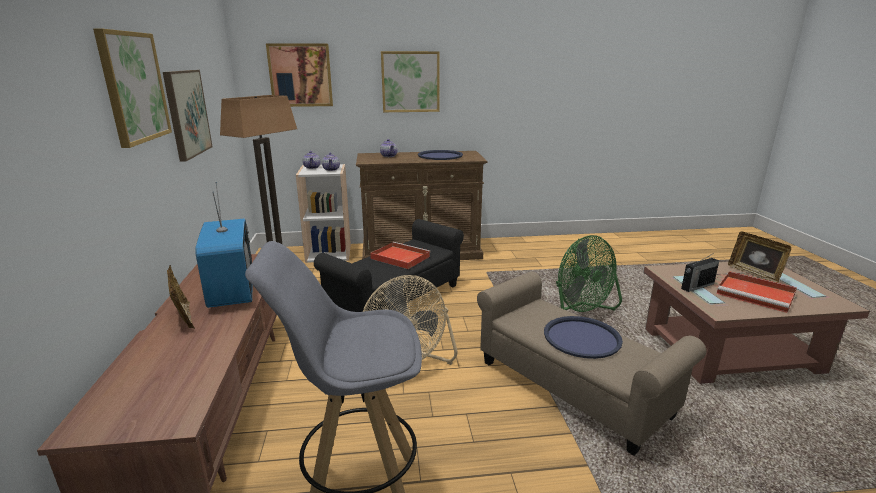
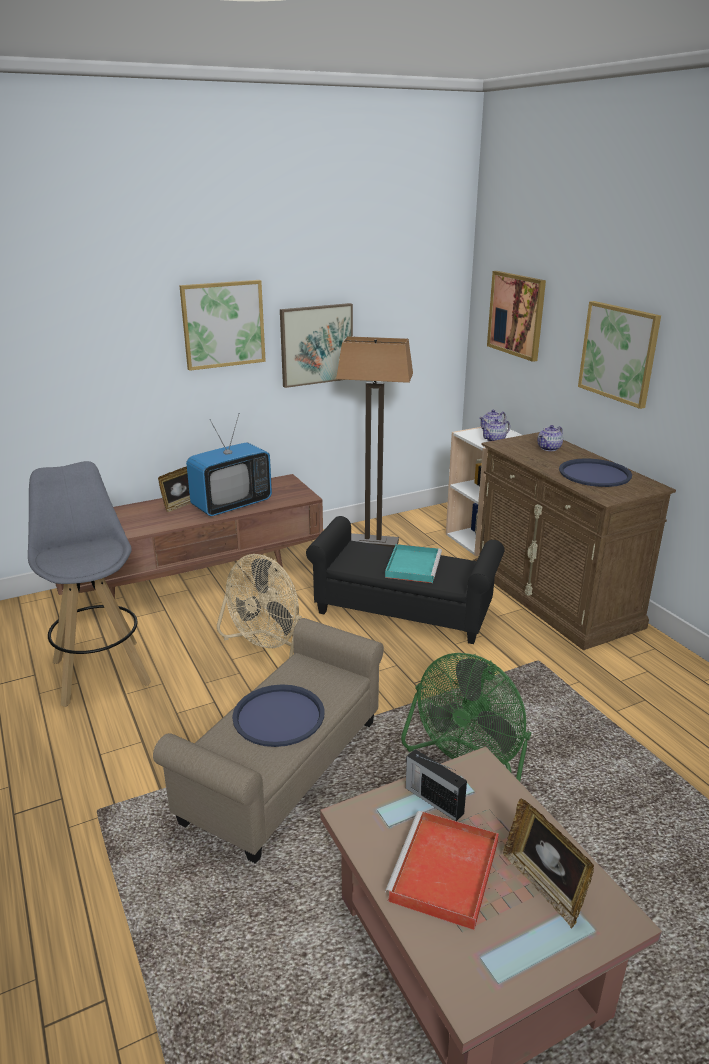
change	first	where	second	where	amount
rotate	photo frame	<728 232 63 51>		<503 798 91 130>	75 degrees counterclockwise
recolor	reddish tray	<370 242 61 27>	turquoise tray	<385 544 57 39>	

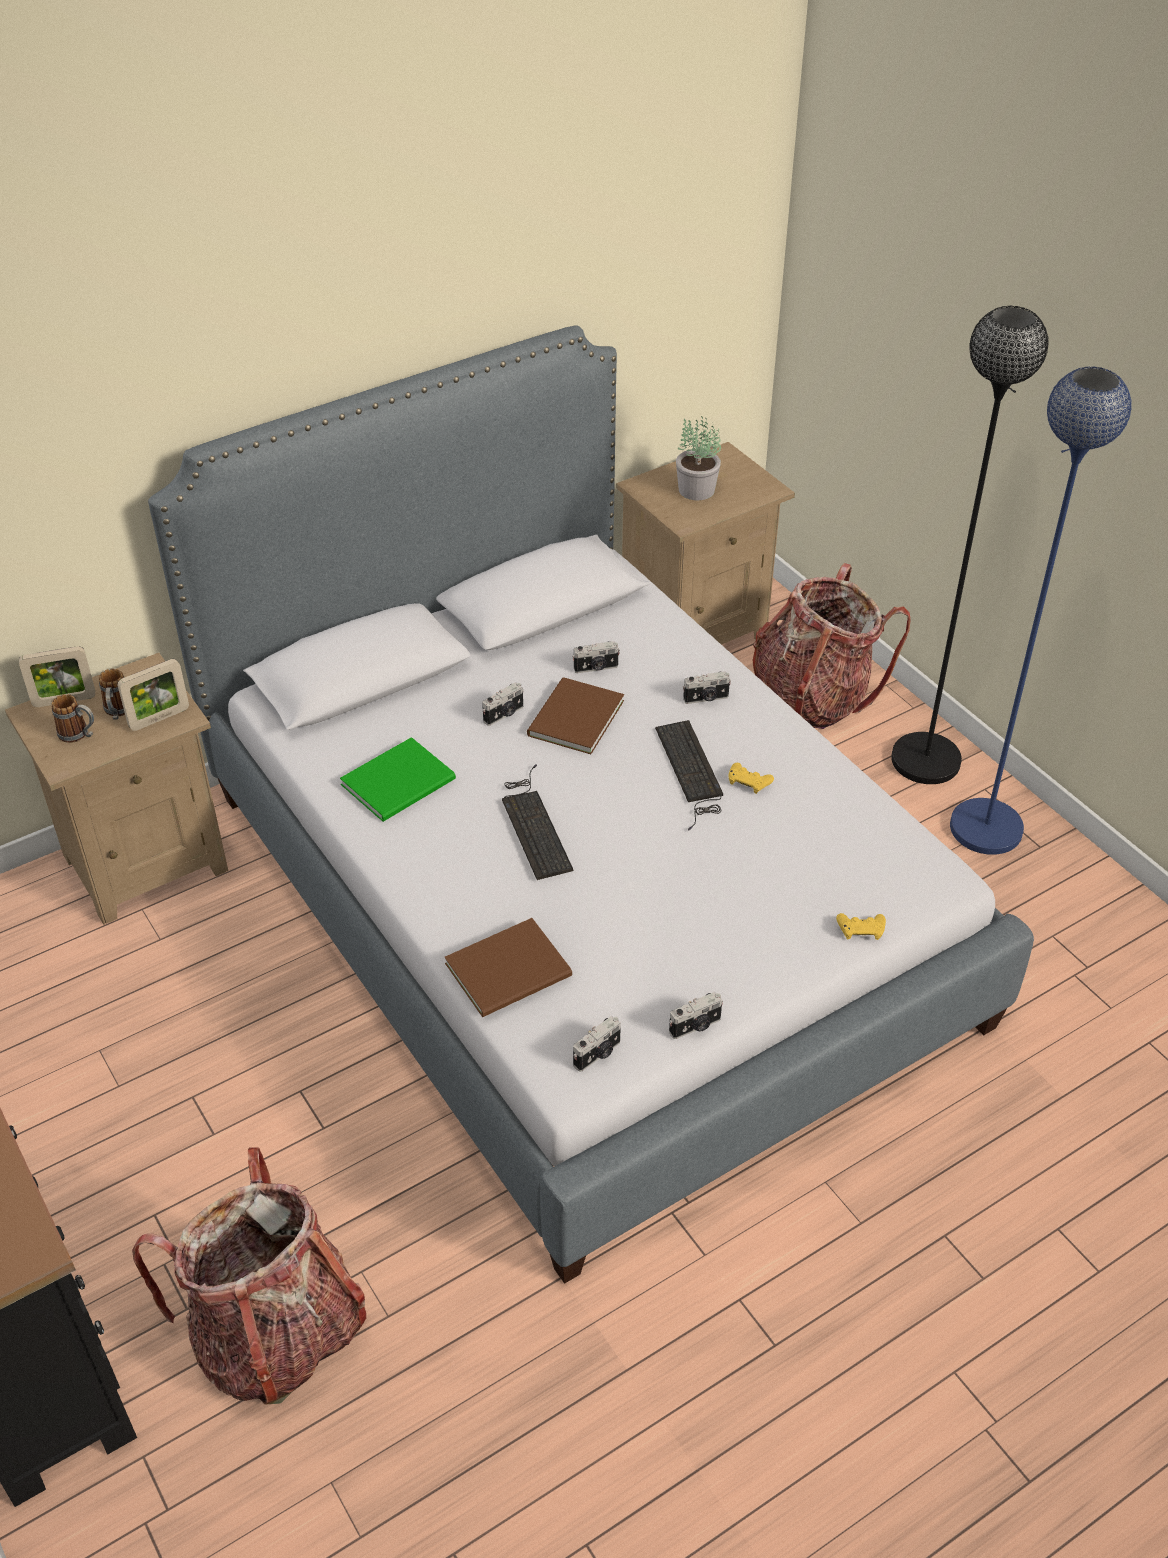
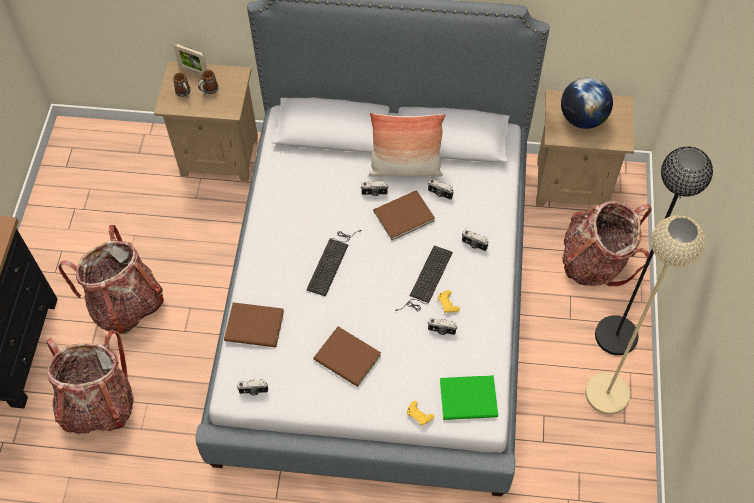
change	first	where	second	where	amount
recolor	bluish standing lamp	<950 367 181 488>	beige standing lamp	<585 215 120 200>	
replace	potted plant	<676 416 45 84>	desk globe	<561 77 52 52>	
delete	photo frame	<117 659 72 72>			
move	greenish volume	<340 737 116 85>		<440 375 58 45>	
move	still camera	<669 992 54 47>		<427 318 31 17>	
insert			throw pillow	<369 112 76 64>	
insert			knapsack	<58 225 106 109>	
insert			brown volume	<313 327 68 60>	

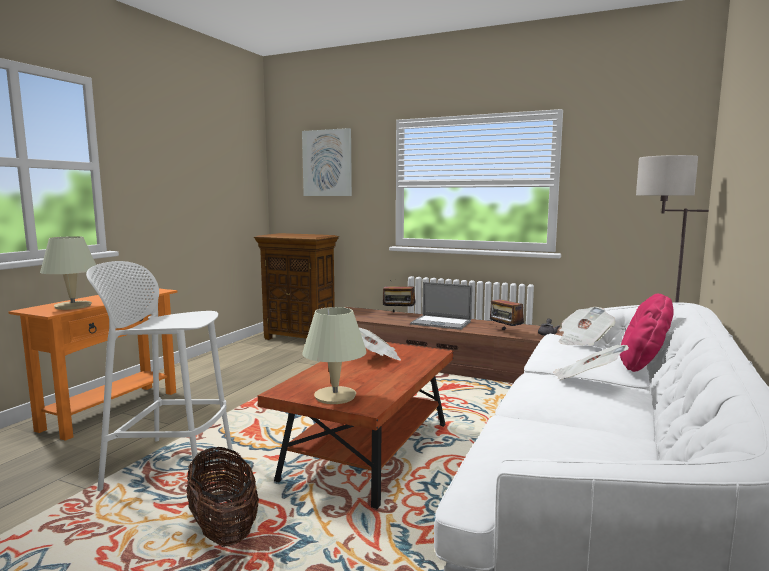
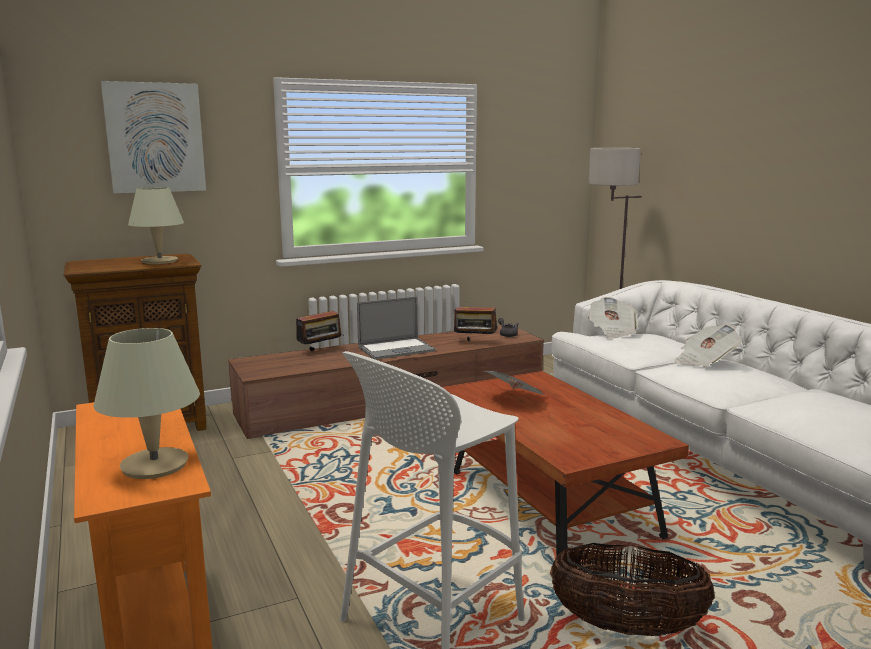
change	first	where	second	where	amount
delete	pinkish throw pillow	<620 294 54 78>			
move	beige tabletop lamp	<302 307 65 97>		<128 187 56 77>	

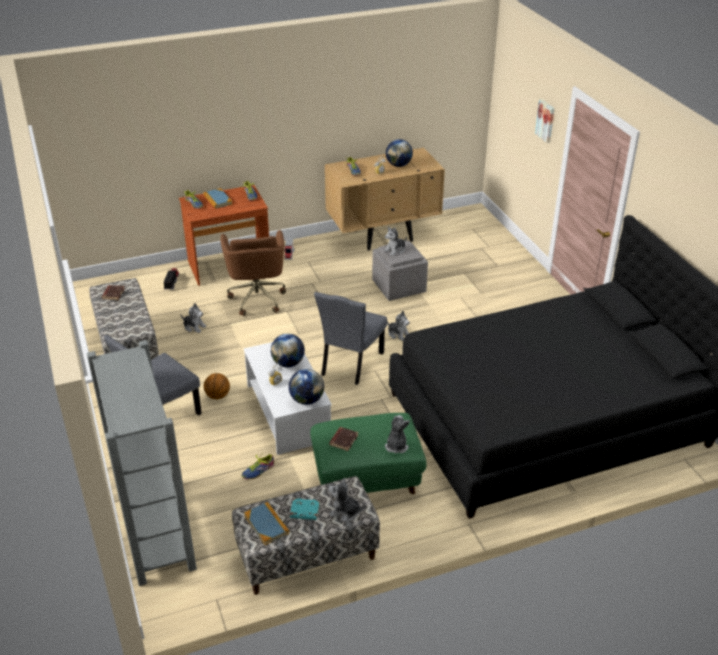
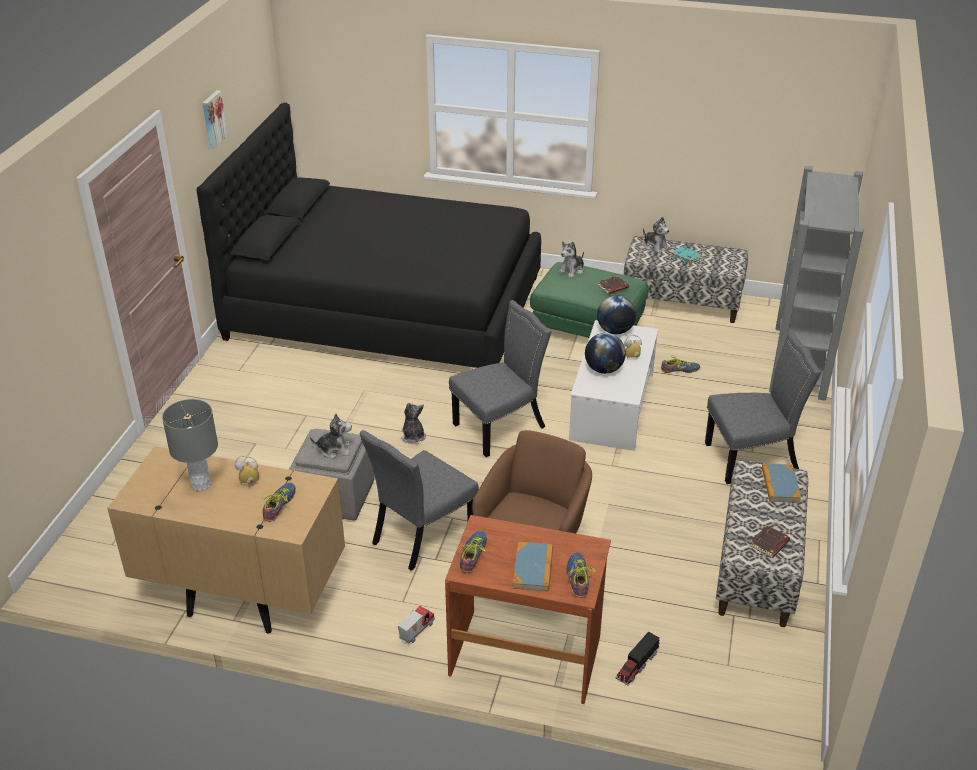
change	first	where	second	where	amount
move	wall art	<535 99 20 44>		<203 90 25 59>	
replace	desk globe	<386 139 27 28>	grey tabletop lamp	<162 399 56 92>	
delete	plush toy	<181 303 25 30>			
delete	basketball	<204 373 26 26>			
move	volume	<244 502 45 43>		<762 464 39 38>	
insert			grey chair	<360 430 119 140>	

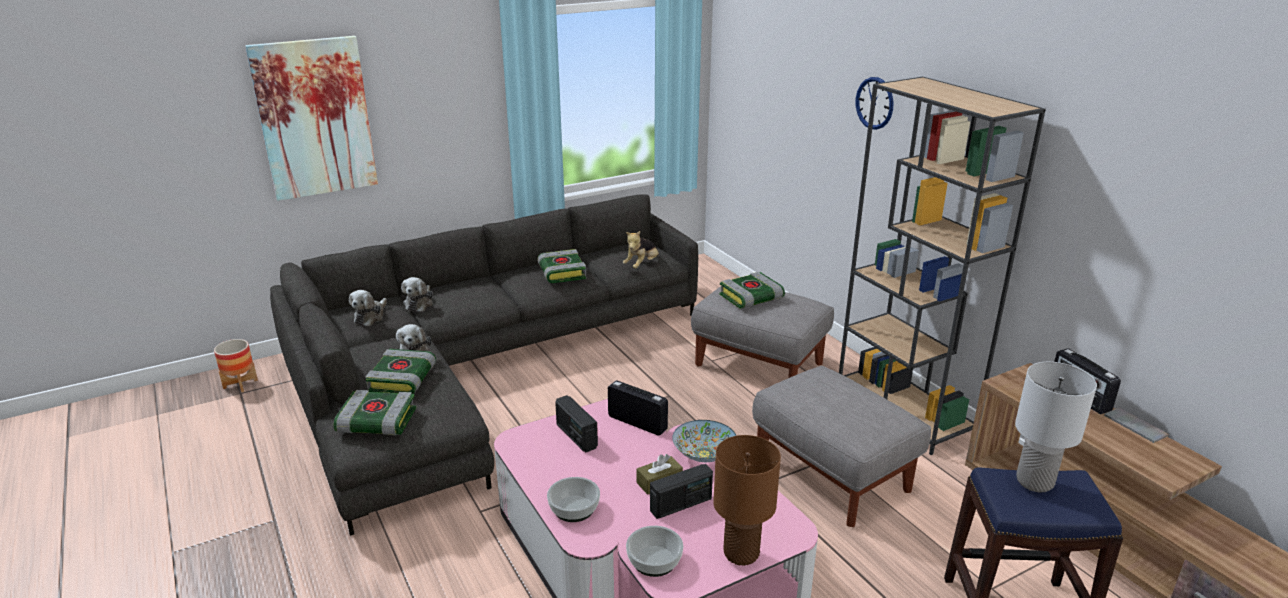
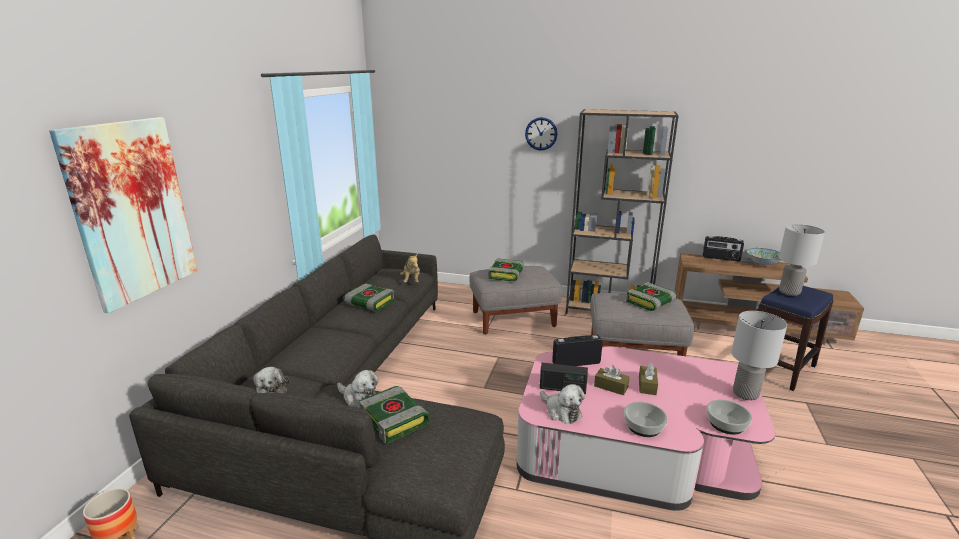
change	first	where	second	where	amount
move	plush toy	<401 277 32 35>		<540 384 45 40>	
move	volume	<334 390 82 45>		<626 282 51 29>	
move	bowl	<672 420 64 42>		<747 248 34 17>	
recolor	brown tabletop lamp	<713 435 68 131>	grey tabletop lamp	<731 311 56 89>	
delete	radio	<650 464 63 55>			
insert			brown box of tissues	<594 365 36 30>	

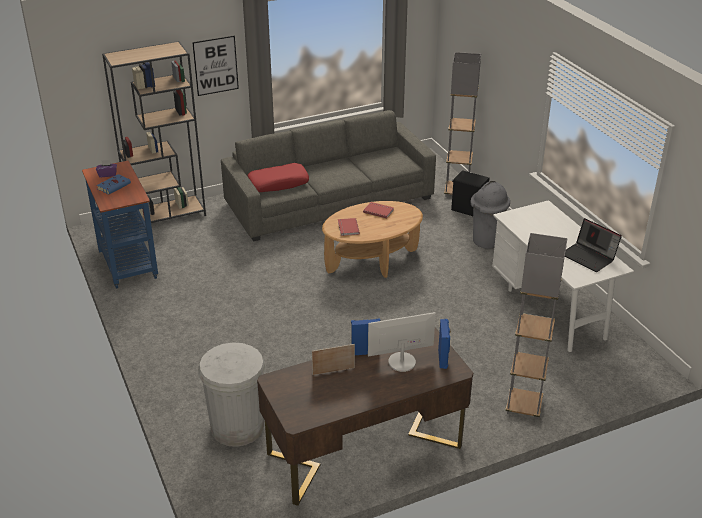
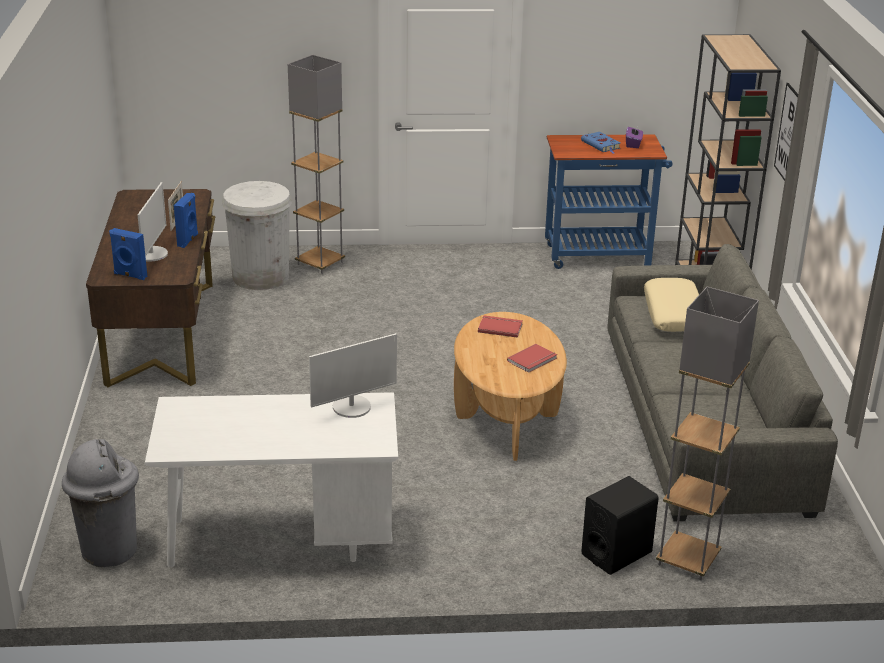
change	first	where	second	where	amount
recolor	reddish throw pillow	<248 163 61 29>	beige throw pillow	<644 278 55 54>	
move	grey rubbish bin	<471 181 39 68>		<62 439 77 128>	
delete	portable computer	<565 218 57 54>			
move	grey standing lamp	<505 233 63 186>		<288 55 57 219>	
insert			computer screen	<309 333 88 85>	

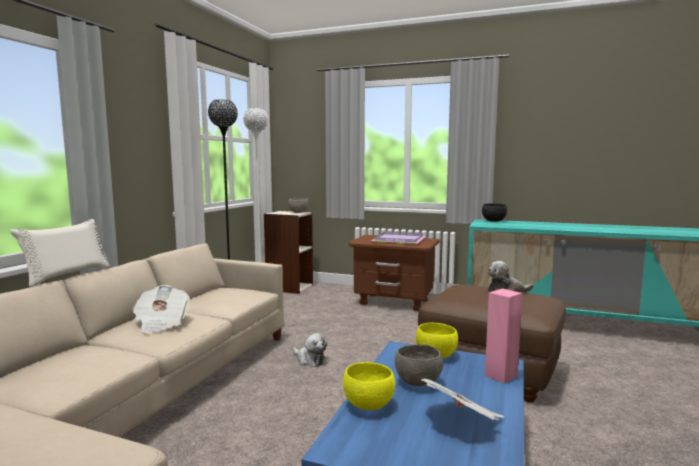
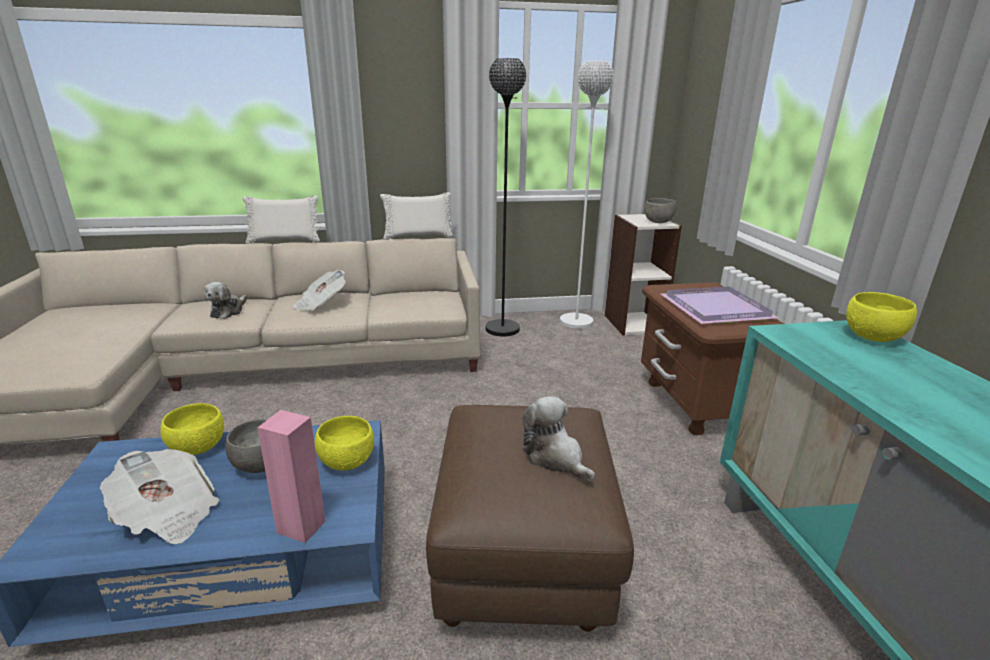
change	first	where	second	where	amount
recolor	black bowl	<482 204 25 18>	yellowish bowl	<846 292 71 50>	
move	plush toy	<293 333 35 34>		<204 282 43 37>	
insert			whitish throw pillow	<380 192 73 48>	

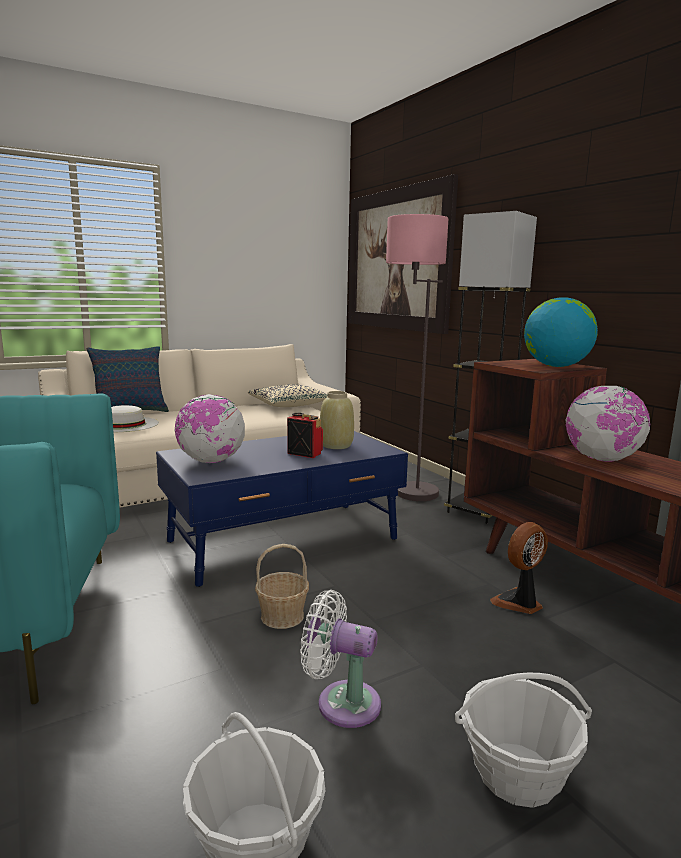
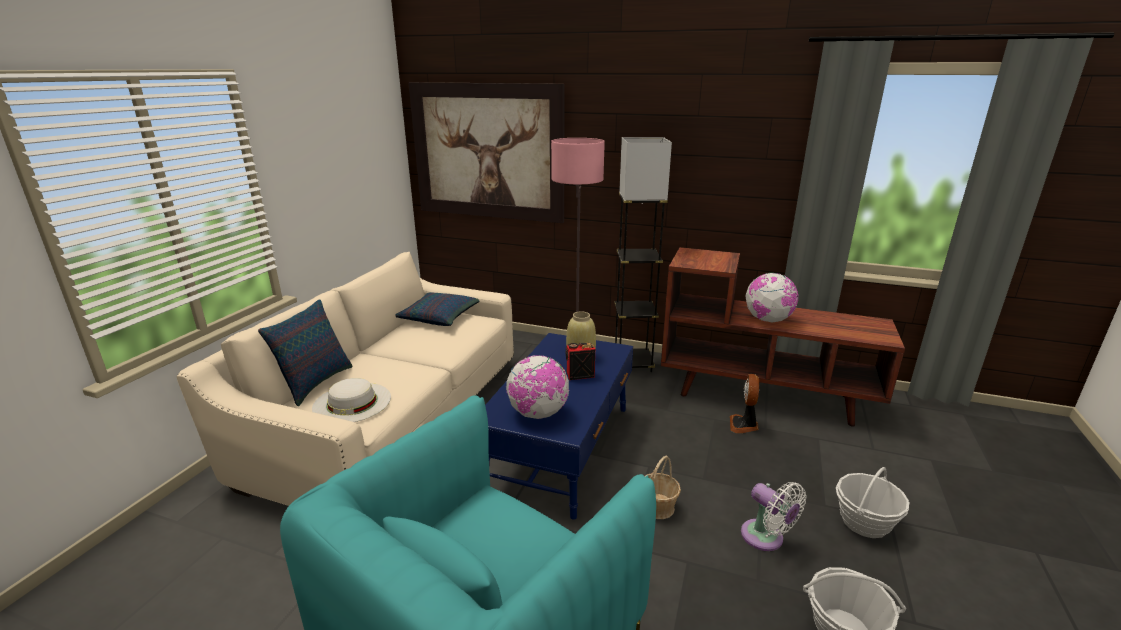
change	first	where	second	where	amount
delete	desk globe	<524 297 74 70>			
recolor	beige throw pillow	<248 385 80 22>	bluish throw pillow	<396 292 83 34>	
rotate	whitish cooling fan	<300 590 81 138>		<741 482 65 69>	105 degrees counterclockwise

